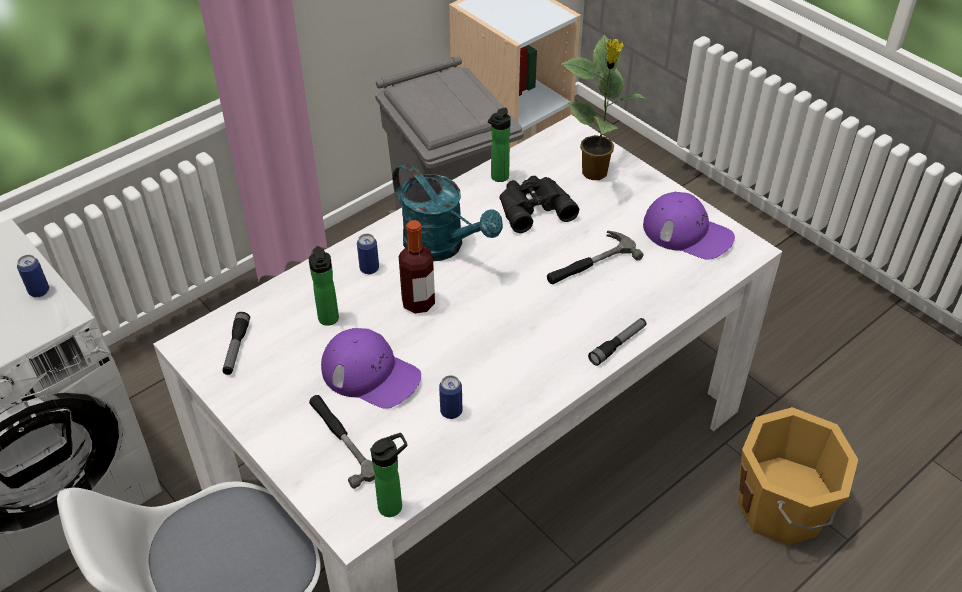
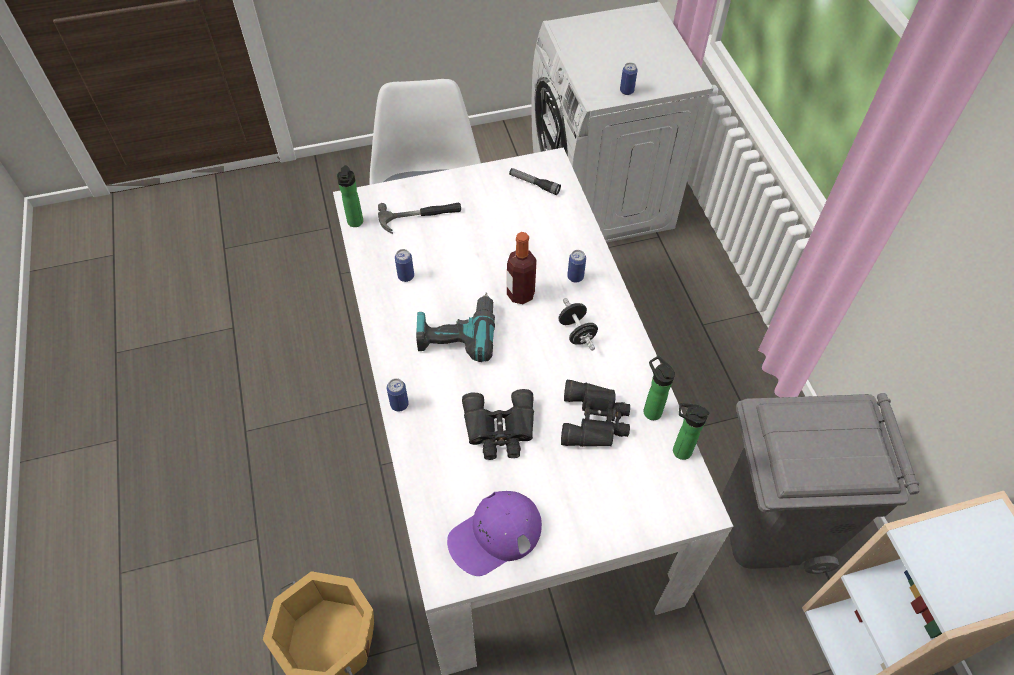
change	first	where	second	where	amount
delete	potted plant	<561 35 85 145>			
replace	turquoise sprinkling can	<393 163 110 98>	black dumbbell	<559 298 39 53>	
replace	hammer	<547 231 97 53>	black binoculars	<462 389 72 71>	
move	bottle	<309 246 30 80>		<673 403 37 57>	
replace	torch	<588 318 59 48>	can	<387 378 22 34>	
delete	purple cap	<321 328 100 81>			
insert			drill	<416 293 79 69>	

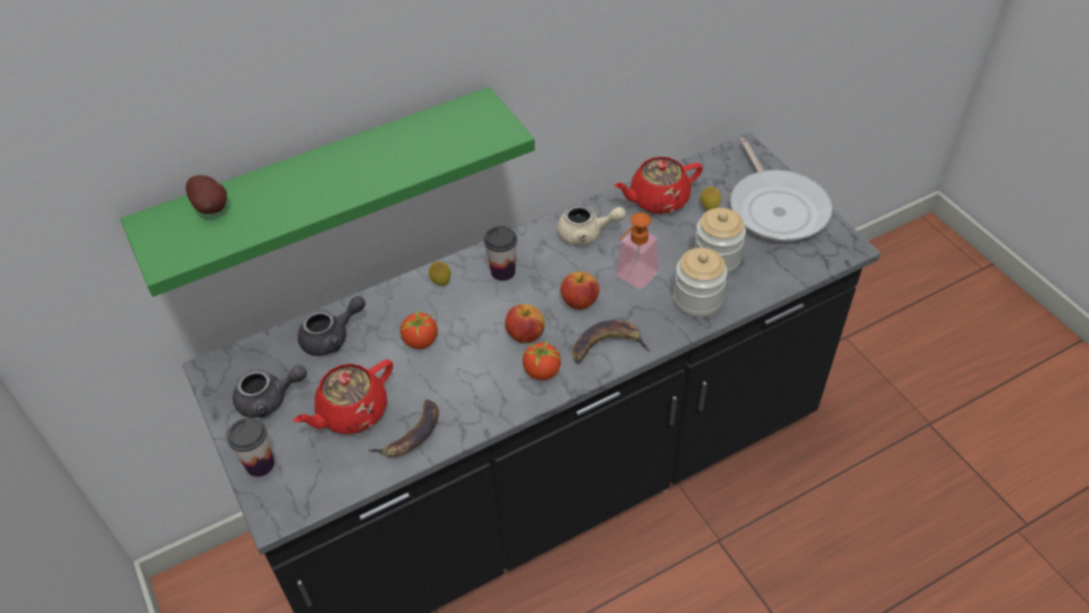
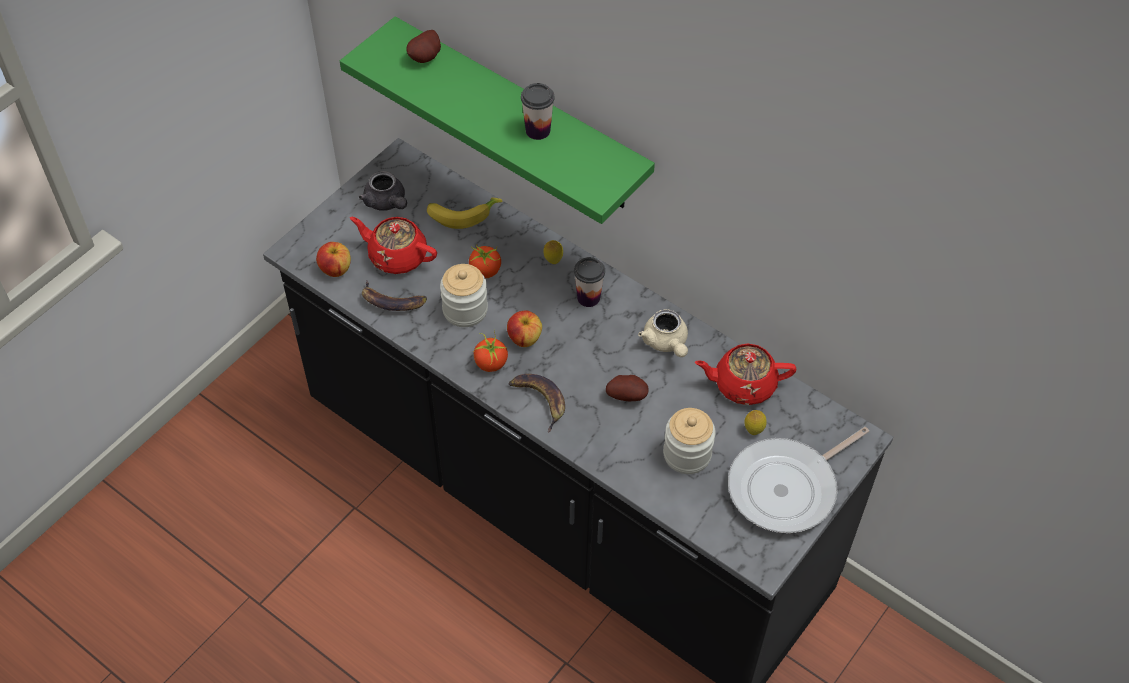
change	first	where	second	where	amount
rotate	reddish teapot	<614 157 89 57>		<694 344 102 61>	45 degrees counterclockwise
replace	soap dispenser	<615 212 45 78>	whole potato	<606 375 43 26>	
move	storage jar	<673 248 54 70>		<440 264 48 63>	
move	apple fruit	<560 272 40 38>		<316 242 35 35>	
replace	grey teapot	<298 296 68 60>	whole banana	<427 198 75 31>	
move	cup	<227 418 47 59>		<521 83 34 57>	

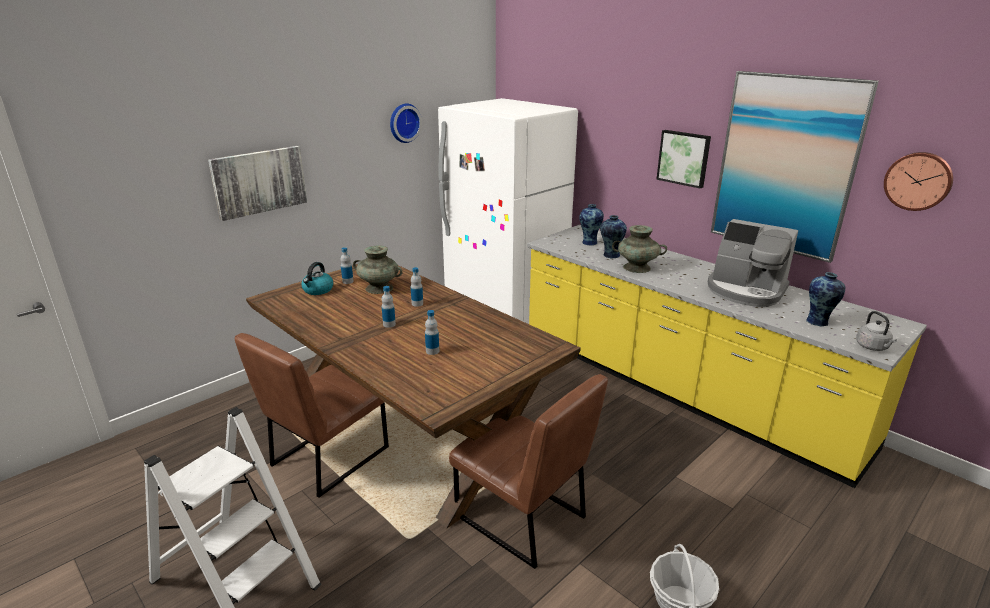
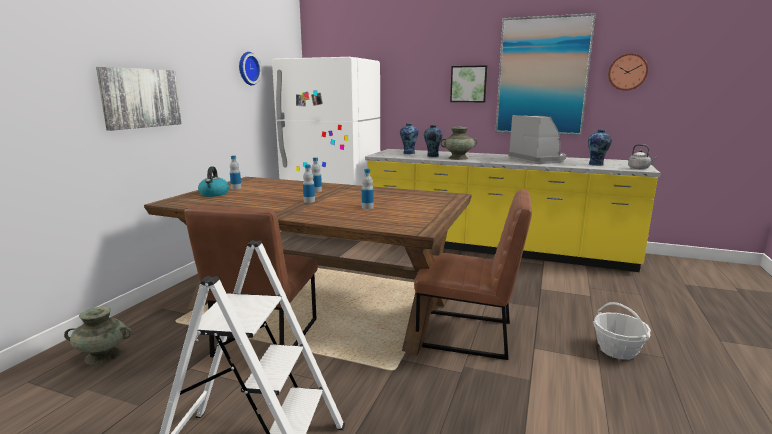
change	first	where	second	where	amount
rotate	coffee maker	<708 219 90 88>		<508 115 58 49>	120 degrees counterclockwise
move	turquoise flower vase	<353 245 49 49>		<64 306 68 59>	

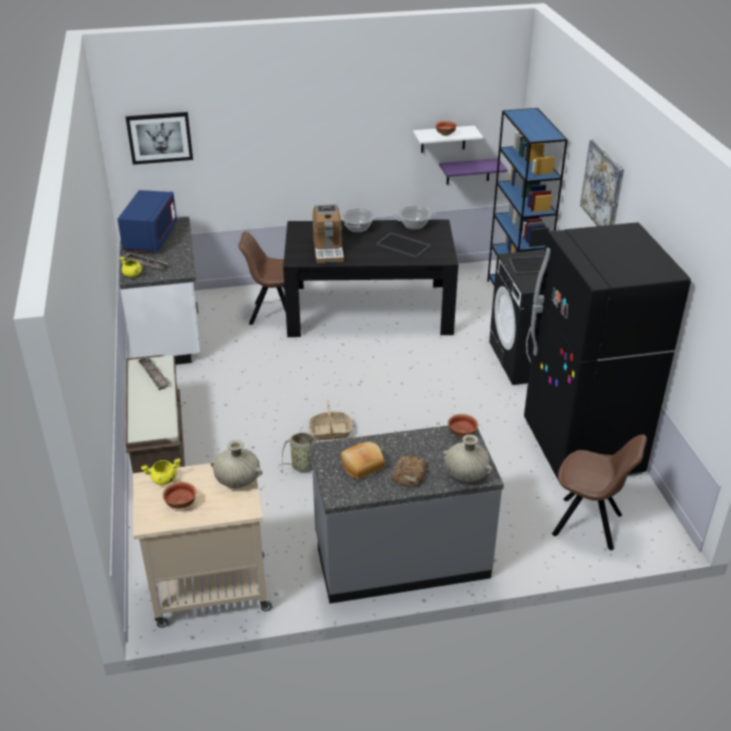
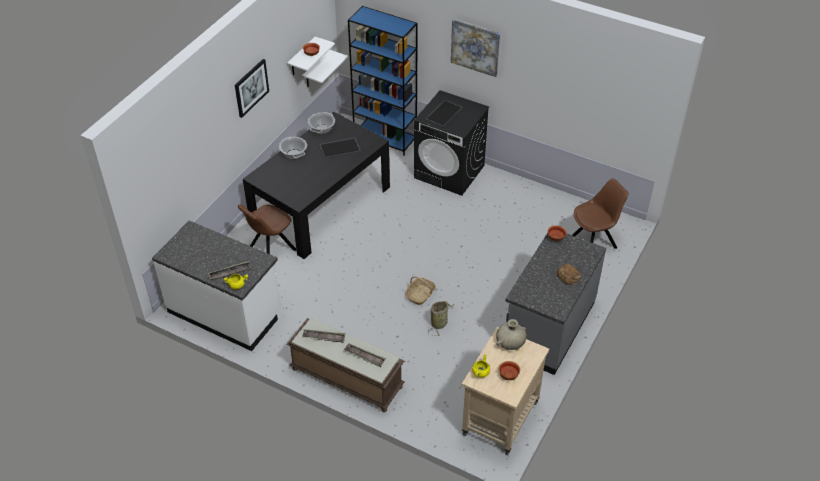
change	first	where	second	where	amount
move	wall art	<126 112 67 53>		<235 59 34 59>	
recolor	purple shelf	<439 158 69 26>	whitish shelf	<302 50 46 37>	
delete	bluish kitchen microwave	<117 190 60 62>			
delete	coffee maker	<312 204 32 59>			
delete	black kitchen fridge	<524 222 167 263>			
delete	beige flower vase	<442 434 51 48>			
delete	bakery bread	<340 442 45 37>			
insert			tray	<343 343 43 24>	

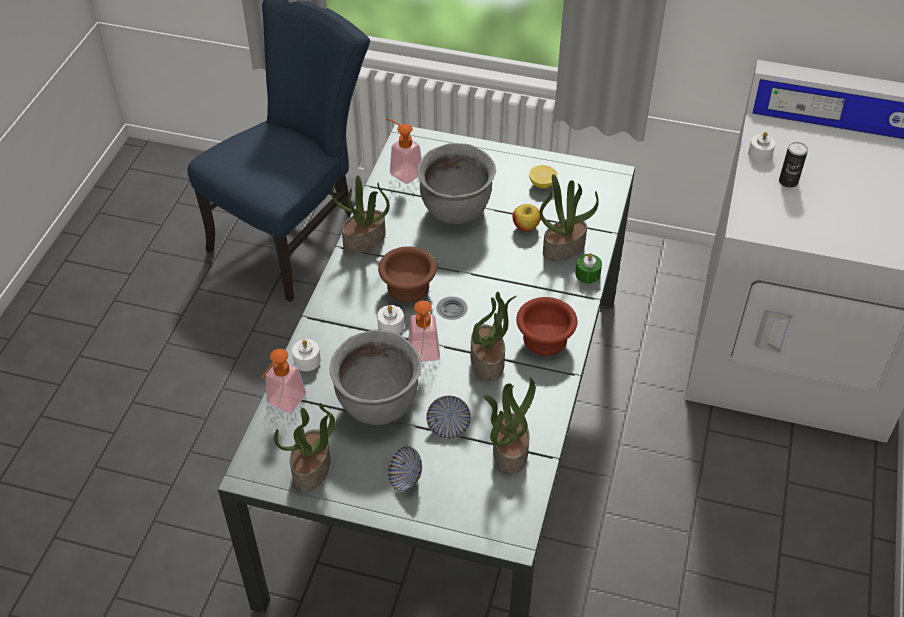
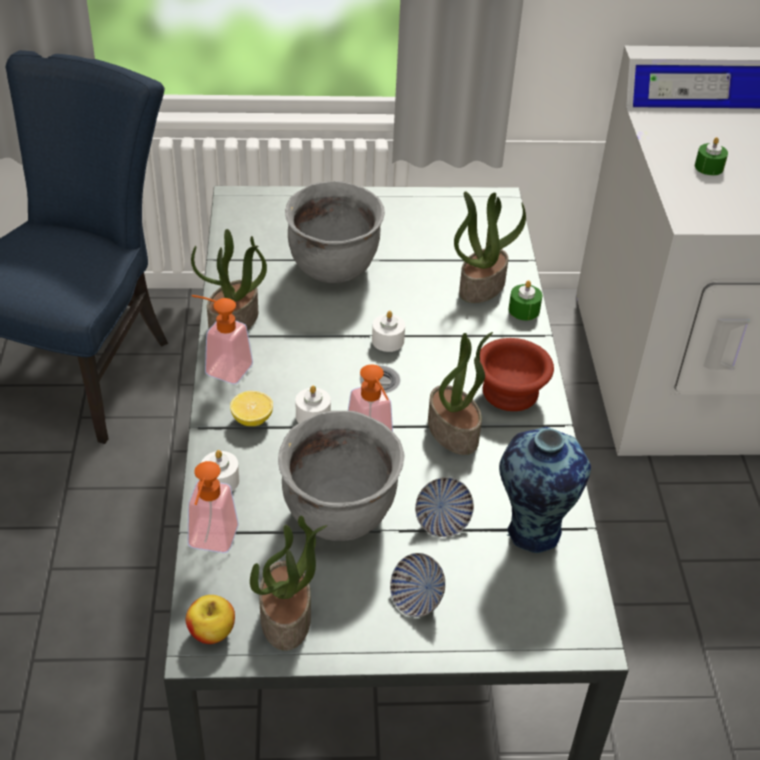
change	first	where	second	where	amount
move	soap dispenser	<386 118 36 66>		<192 295 61 89>	
move	whitish wax light	<748 132 28 30>		<372 311 33 41>	
replace	can	<779 142 29 46>	greenish wax light	<695 137 33 38>	
move	whole lemon	<529 165 29 23>		<230 391 43 35>	
move	apple fruit	<512 204 29 28>		<186 595 49 49>	
delete	brown bowl	<378 246 59 56>			
replace	potted plant	<484 377 52 98>	flower vase	<499 427 92 126>	

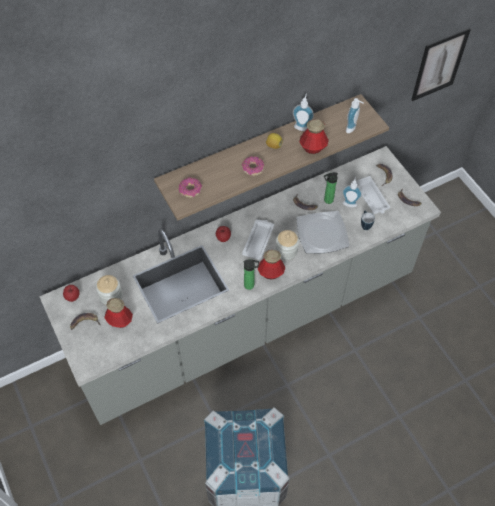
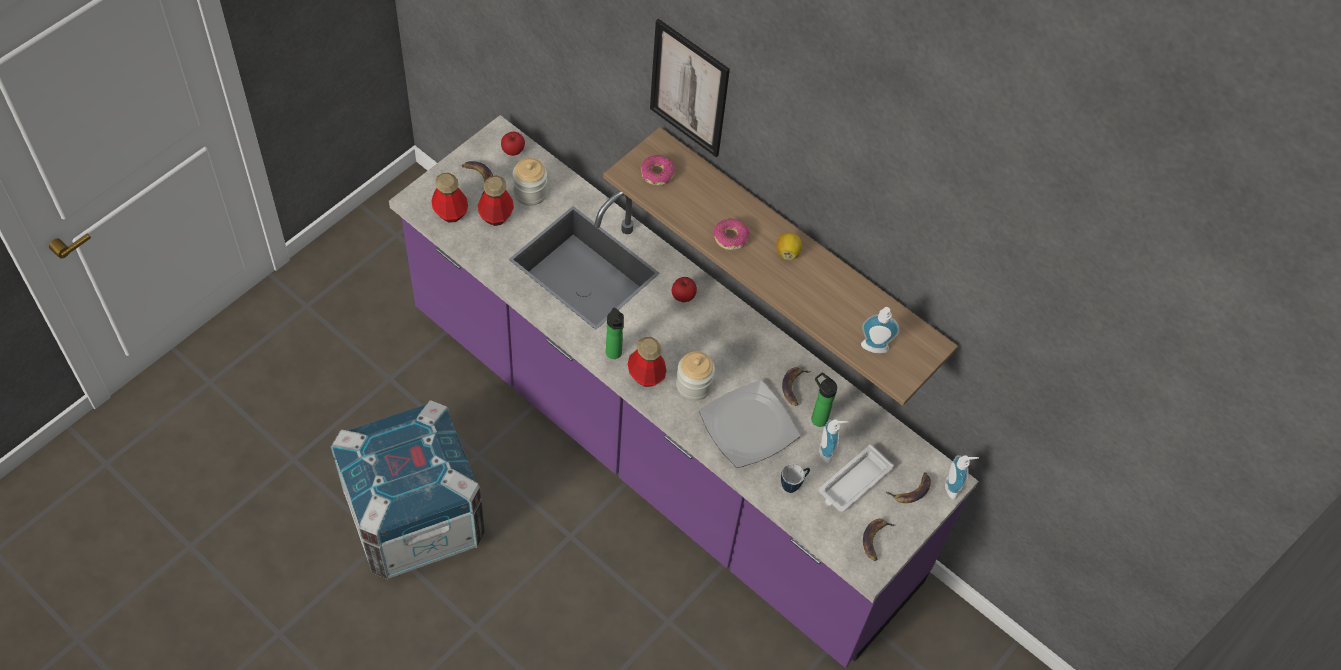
change	first	where	second	where	amount
move	wall art	<411 28 60 73>		<650 19 80 138>	
move	soap dispenser	<293 94 21 37>		<945 455 34 44>	
move	bottle	<299 119 30 35>		<431 173 37 50>	
recolor	grey kitchen base unit	<39 146 402 279>	purple kitchen base unit	<389 115 589 553>	
delete	whitish tray	<242 219 32 41>			

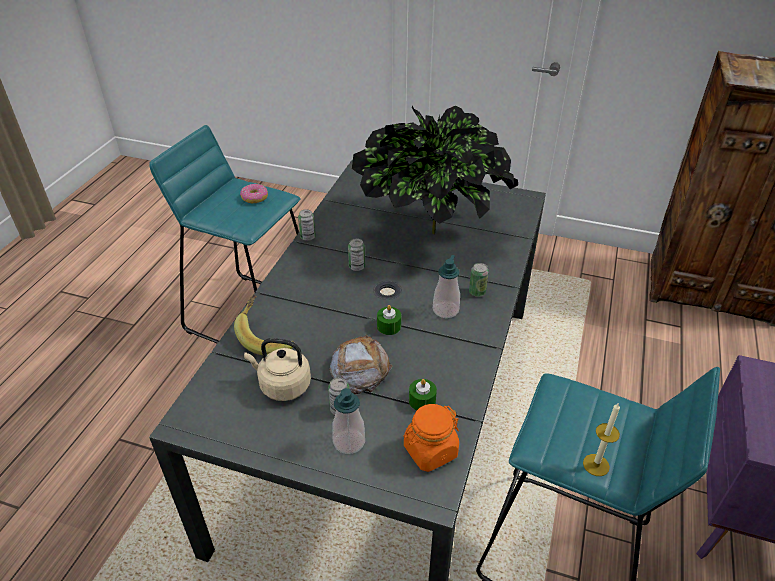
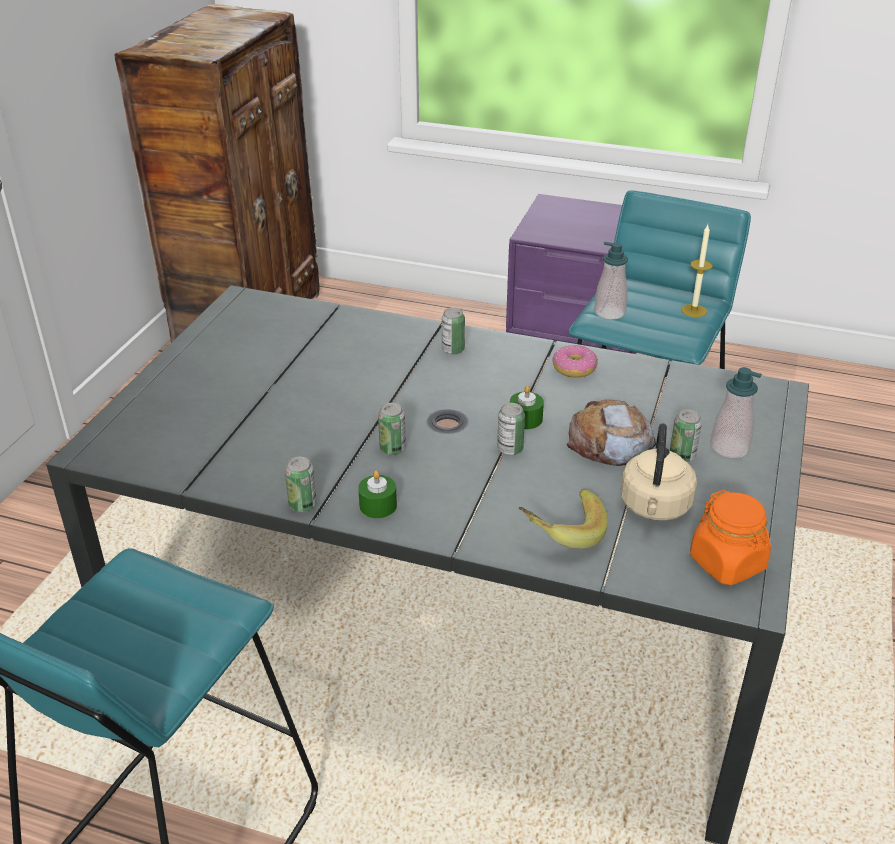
change	first	where	second	where	amount
delete	potted plant	<352 106 166 128>			
move	ring doughnut	<240 184 28 19>		<552 345 46 33>	
move	soap dispenser	<433 255 27 63>		<594 242 34 78>	
move	greenish wax light	<409 379 28 31>		<358 470 39 48>	
move	orange storage jar	<404 404 55 68>		<690 490 81 95>	
insert			can	<497 403 28 52>	

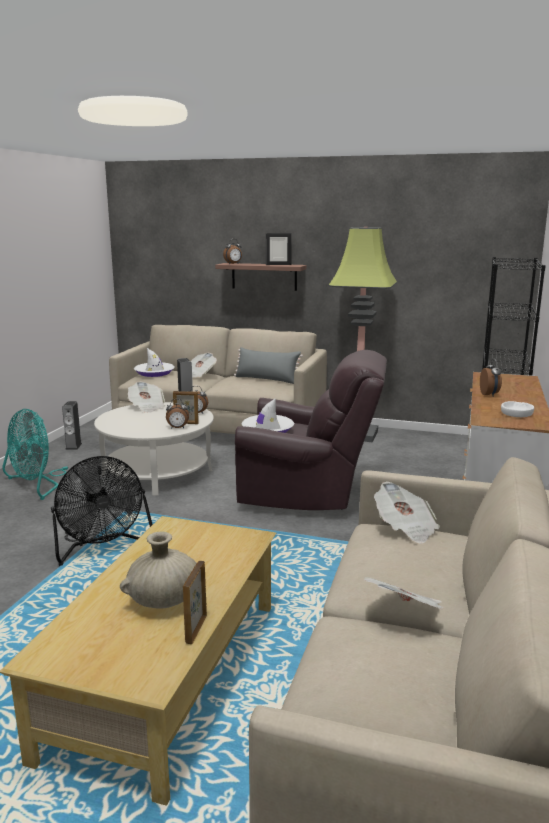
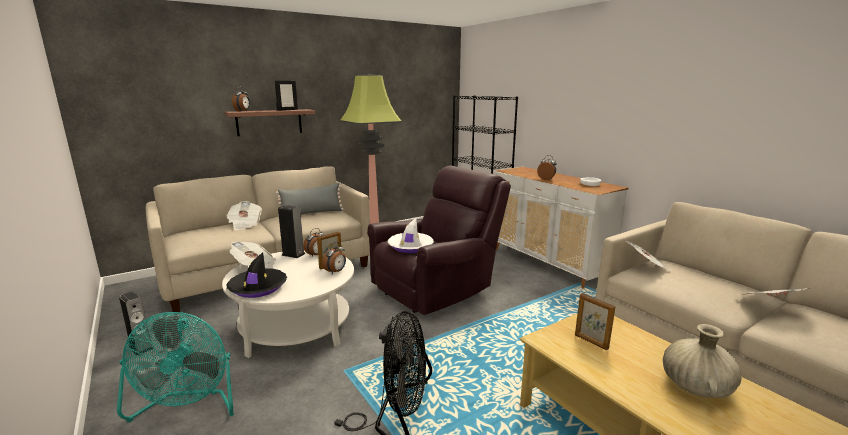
change	first	where	second	where	amount
delete	whitish hat	<134 348 41 29>			
move	photo frame	<183 561 24 83>		<575 293 40 57>	
insert			black hat	<226 252 61 46>	

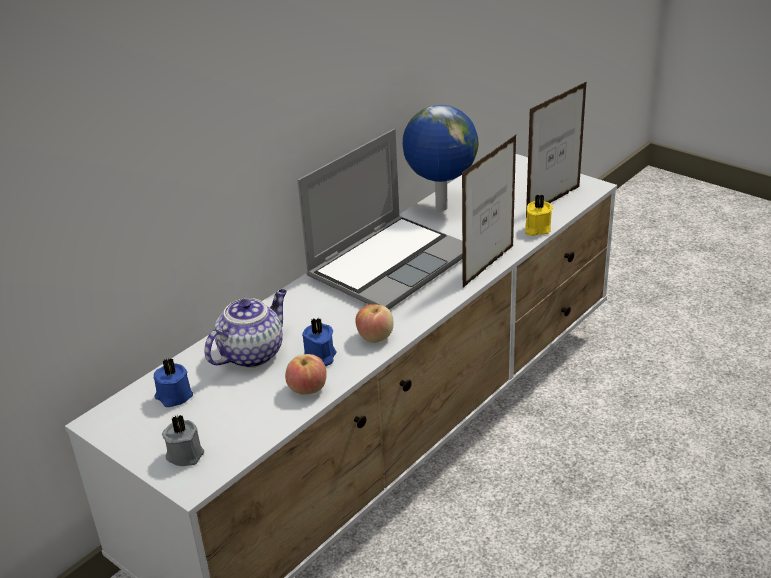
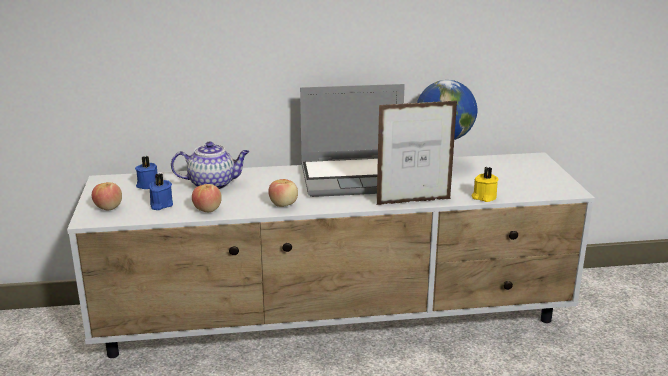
change	first	where	second	where	amount
delete	photo frame	<526 81 61 136>			
move	bluish wax light	<302 318 35 48>		<149 173 24 37>	
replace	grey wax light	<162 414 42 52>	apple fruit	<92 182 30 28>	

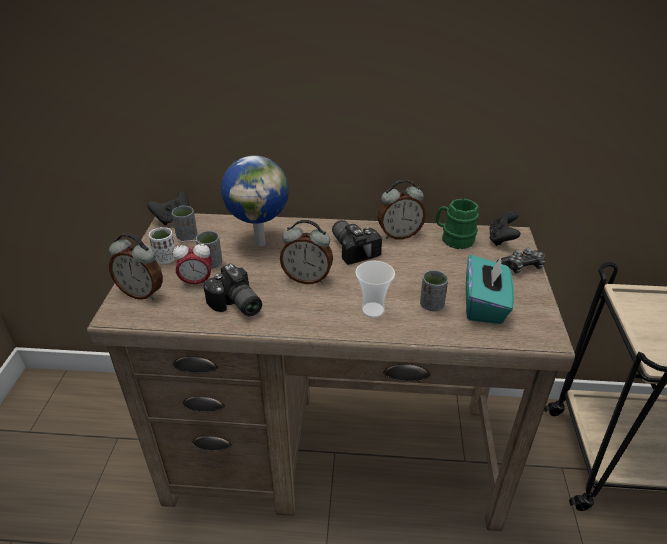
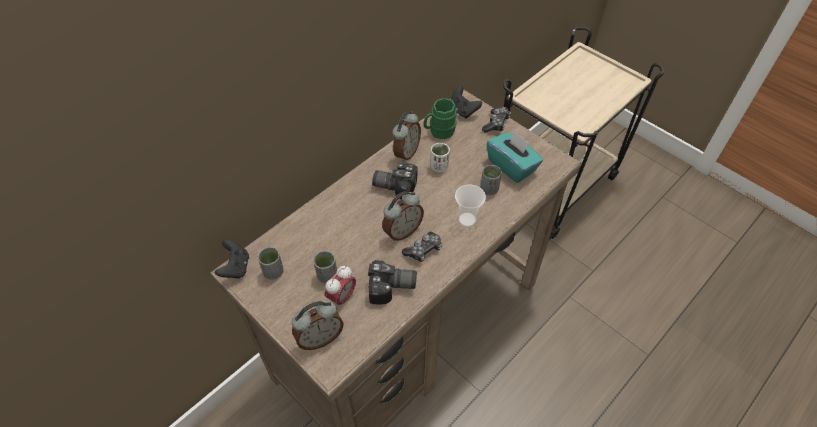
change	first	where	second	where	amount
delete	desk globe	<221 155 68 91>			
move	whitish cup	<149 227 26 38>		<431 143 19 29>	
insert			joypad	<402 232 40 30>	

